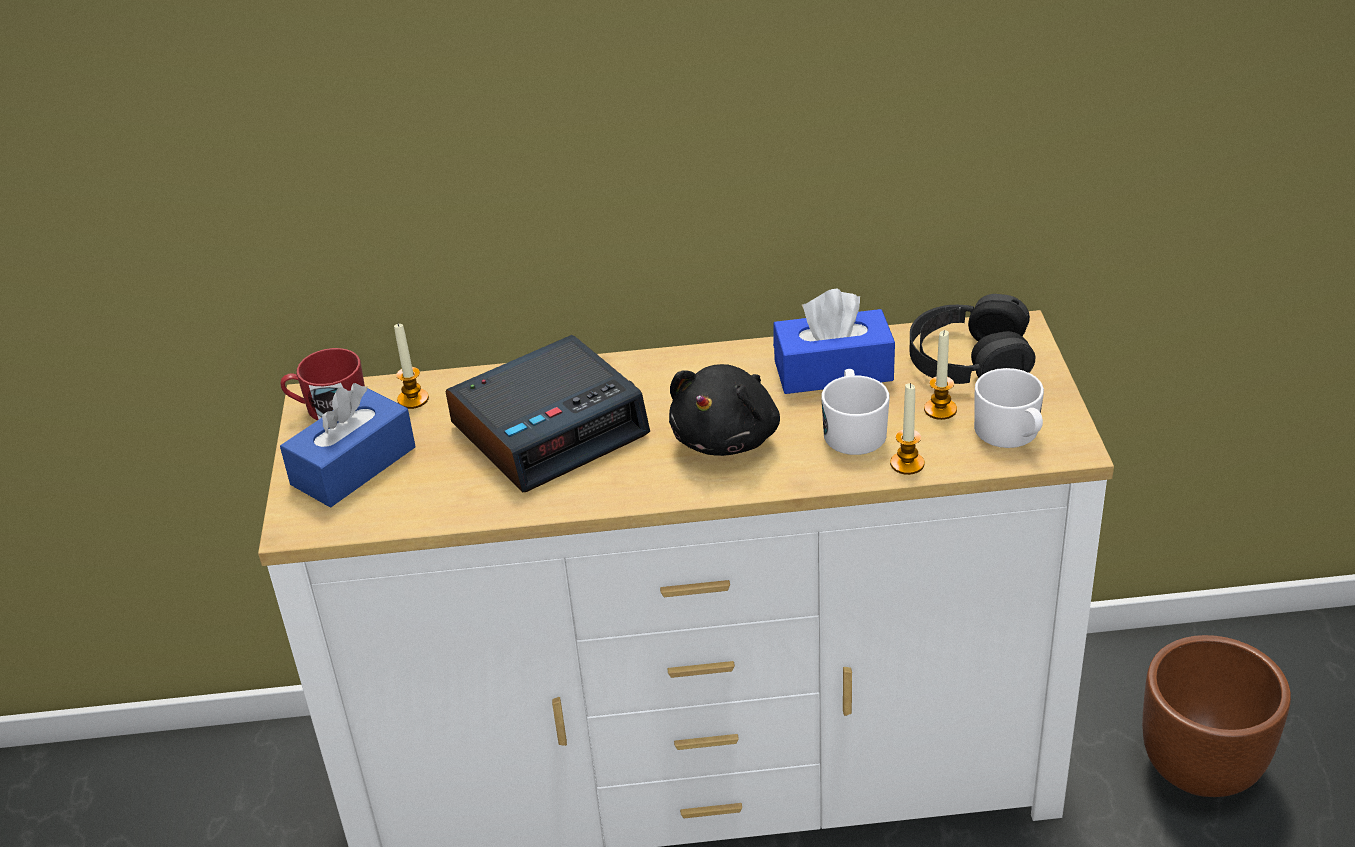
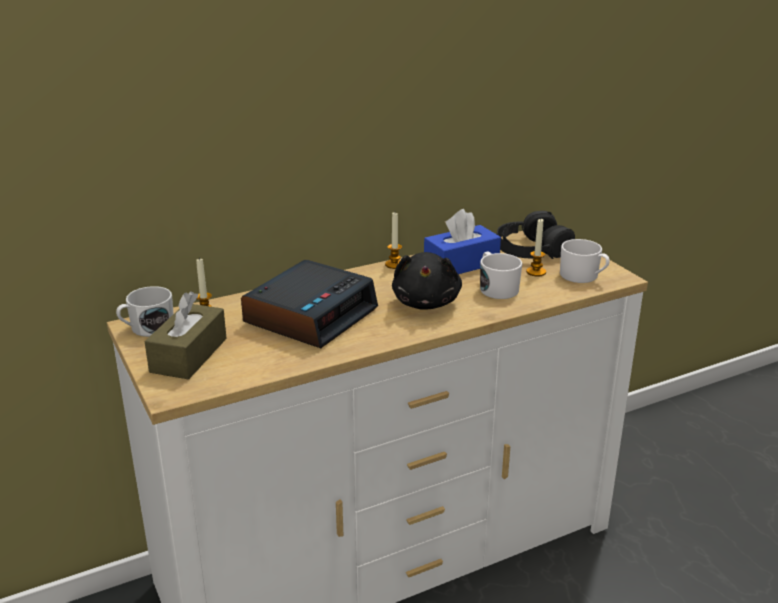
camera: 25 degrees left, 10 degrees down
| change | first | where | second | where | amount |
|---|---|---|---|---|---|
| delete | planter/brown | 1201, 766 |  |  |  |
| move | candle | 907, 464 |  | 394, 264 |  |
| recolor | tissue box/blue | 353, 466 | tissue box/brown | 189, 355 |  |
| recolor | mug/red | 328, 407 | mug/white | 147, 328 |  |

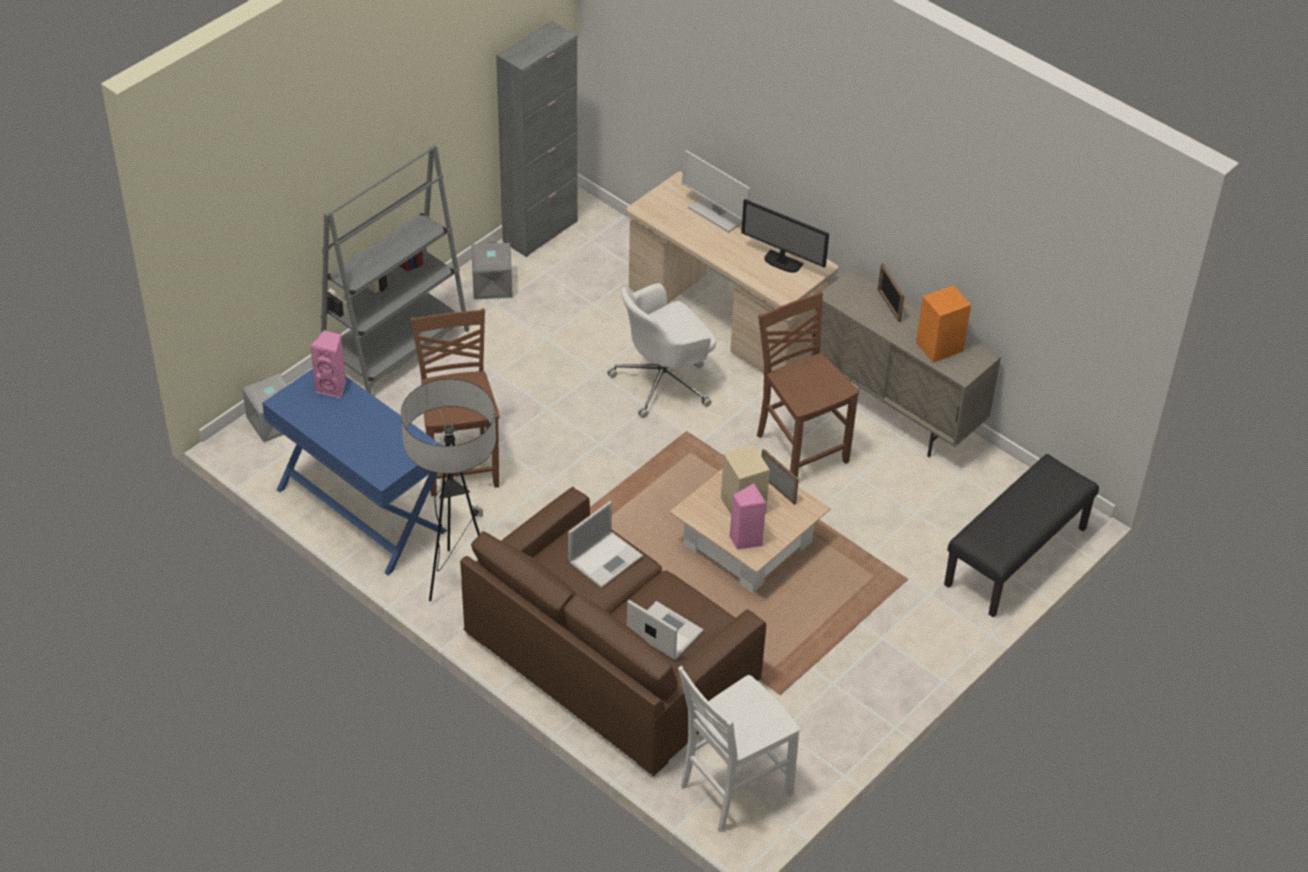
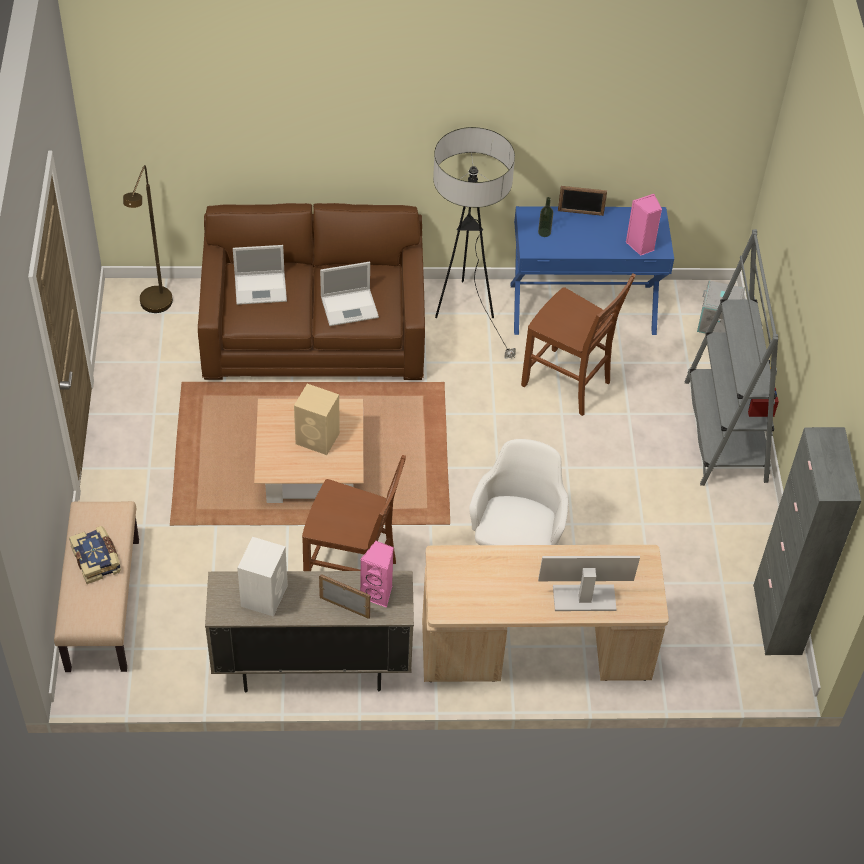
camera: 135 degrees right, 5 degrees up
| change | first | where | second | where | amount |
|---|---|---|---|---|---|
| delete | storage box/grey | 491, 285 |  |  |  |
| delete | monitor | 782, 262 |  |  |  |
| insert |  |  | book | 97, 559 |  |
| insert |  |  | bottle | 544, 232 |  |
| move | speaker/pink | 745, 540 |  | 378, 593 |  |
| move | picture frame | 778, 489 |  | 580, 213 |  |
| replace | chair/white | 732, 789 | floor lamp/brown | 155, 308 |  |
| recolor | speaker/orange | 938, 347 | speaker/white | 264, 595 |  |
| recolor | bench/black | 1016, 558 | bench/beige | 102, 604 |  |
| rotate | laptop | 606, 558 |  | 350, 307 | 105 degrees counterclockwise |

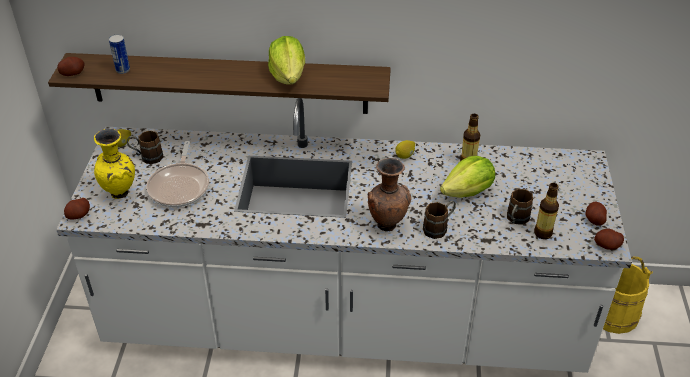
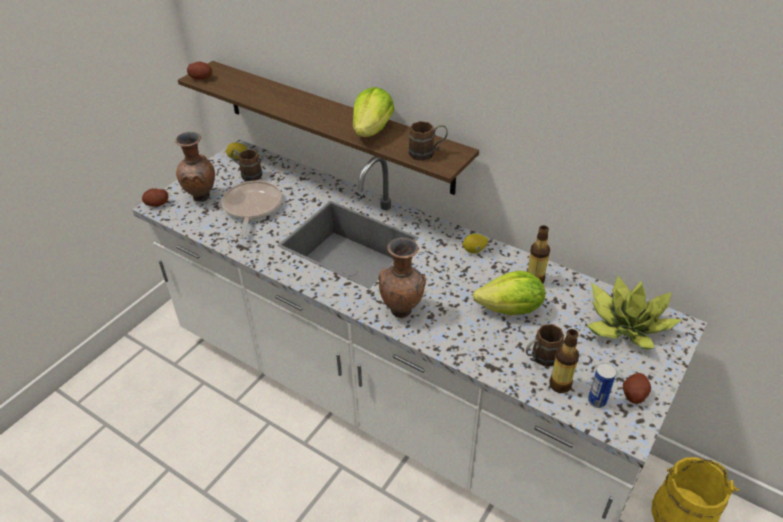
camera: 30 degrees right, 0 degrees up
| change | first | where | second | where | amount |
|---|---|---|---|---|---|
| delete | potato | 607, 245 |  |  |  |
| insert |  |  | potted plant | 624, 326 |  |
| move | can | 123, 70 |  | 597, 401 |  |
| move | mug/brown | 439, 227 |  | 427, 153 |  |
| recolor | vase/yellow | 121, 194 | vase/brown | 202, 198 |  |
| rotate | frying pan | 180, 186 |  | 252, 208 | 150 degrees clockwise |

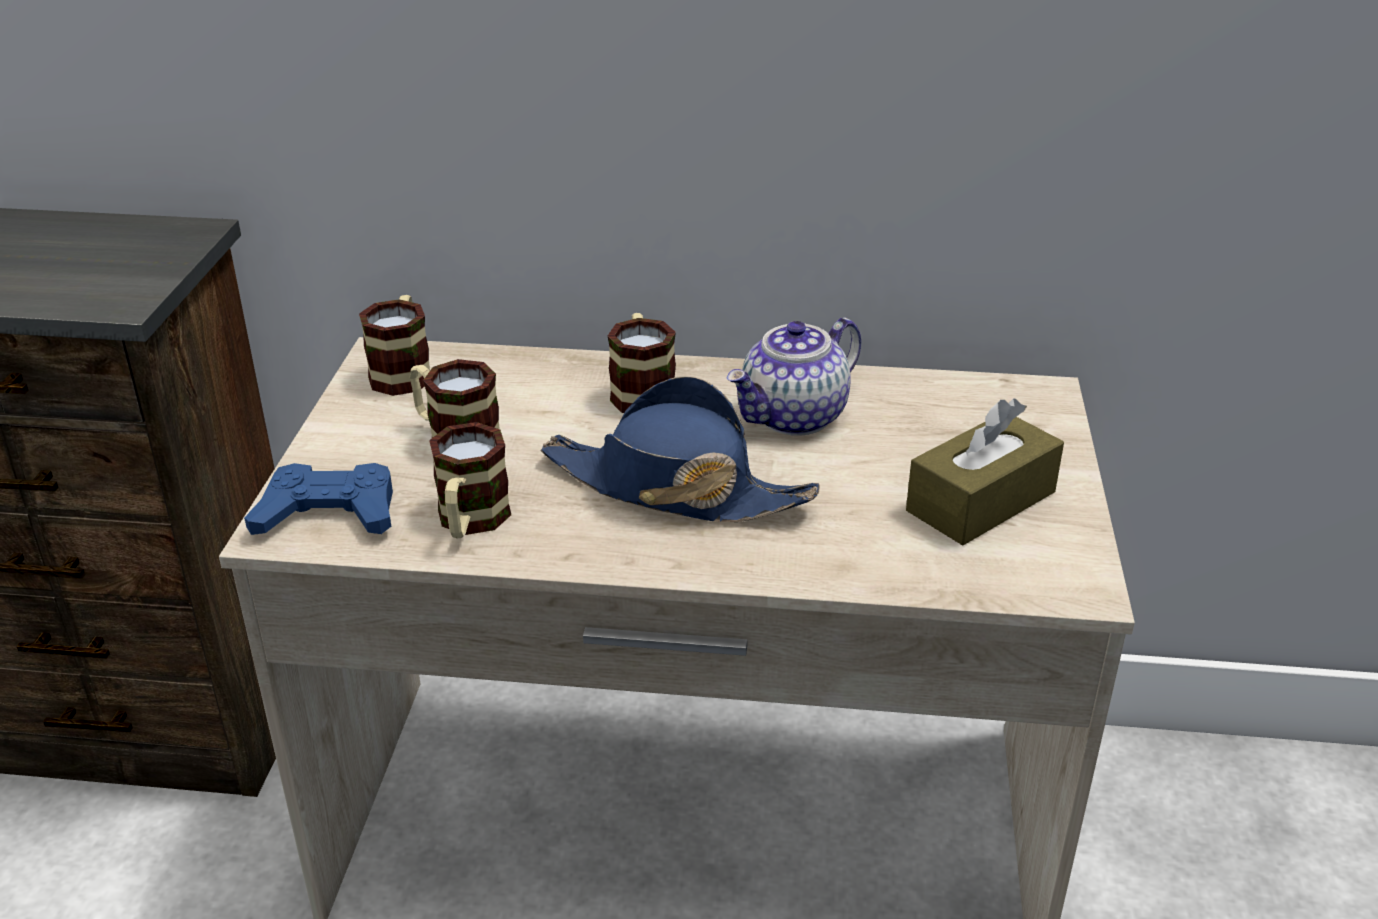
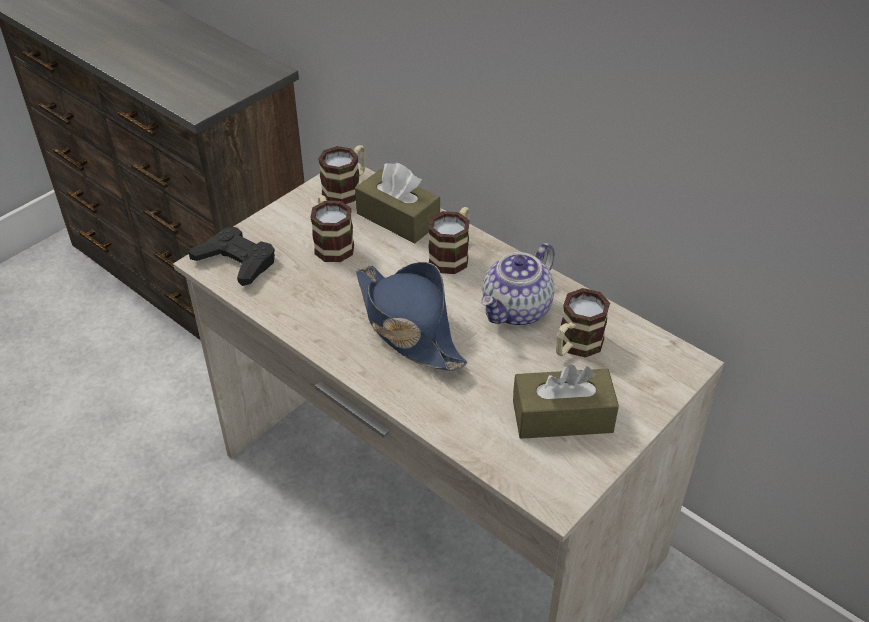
camera: 35 degrees right, 10 degrees up
| change | first | where | second | where | amount |
|---|---|---|---|---|---|
| insert |  |  | tissue box/brown | 398, 218 |  |
| move | mug | 470, 522 |  | 575, 346 |  |
| recolor | game controller/blue | 328, 513 | game controller/black | 236, 261 |  |
| rotate | teapot | 794, 417 |  | 517, 310 | 45 degrees counterclockwise |

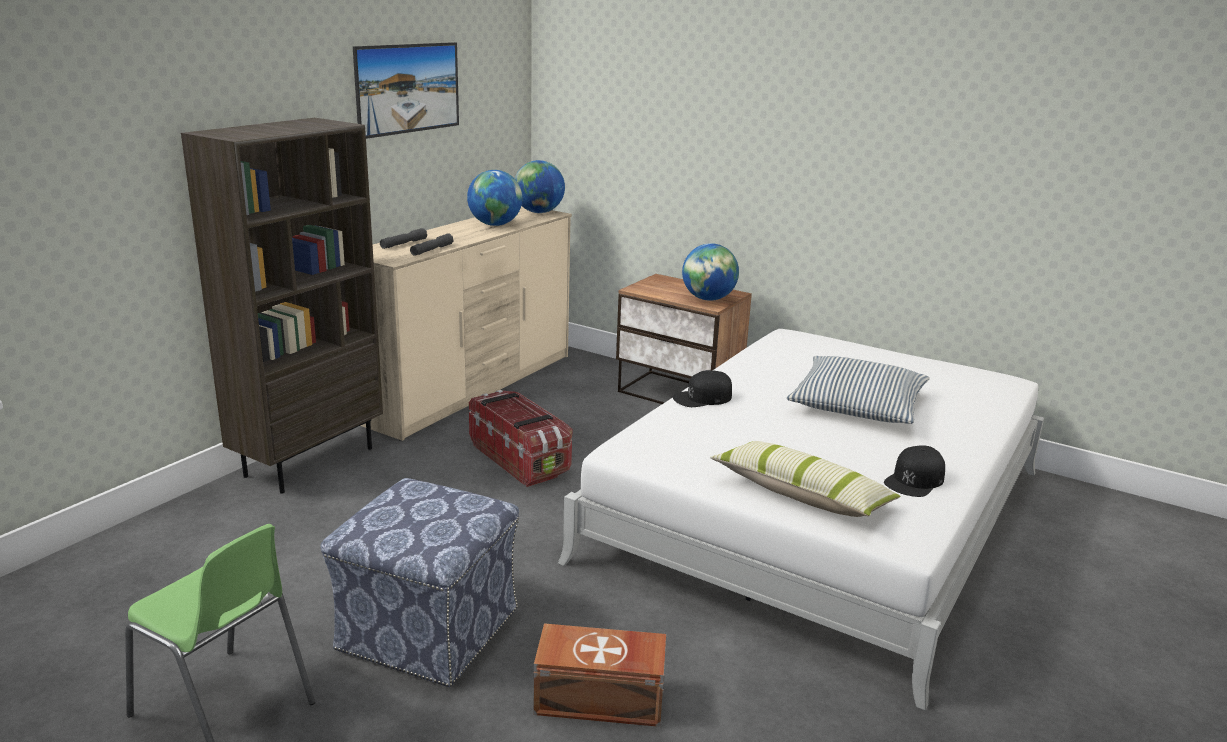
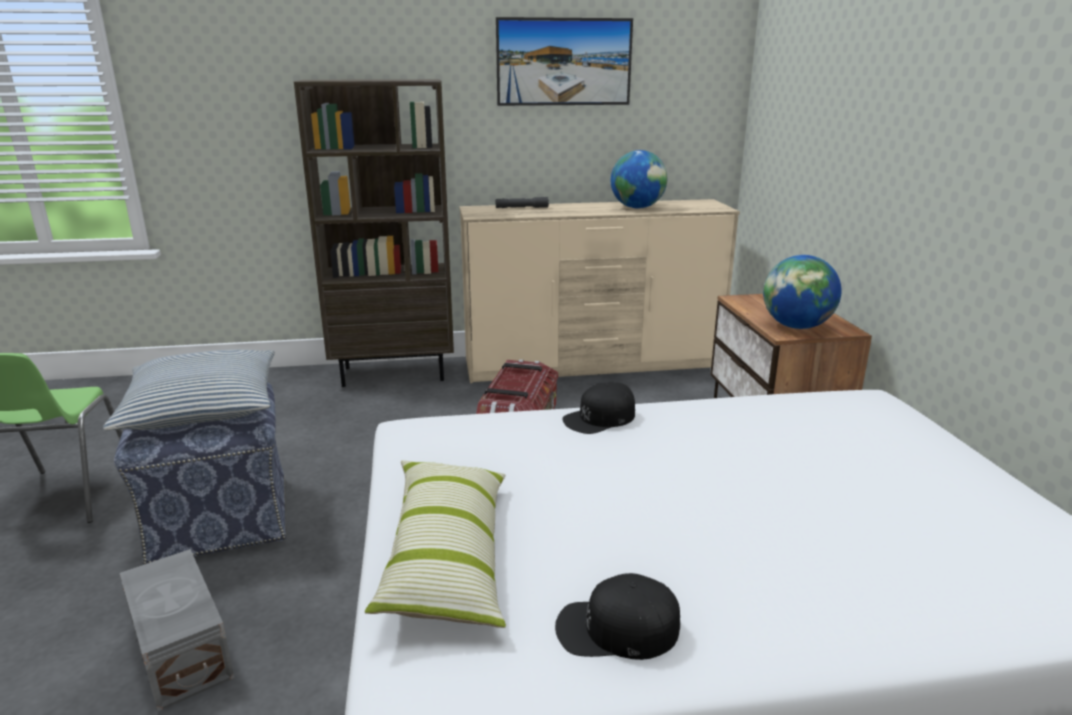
camera: 50 degrees right, 0 degrees up
| change | first | where | second | where | amount |
|---|---|---|---|---|---|
| delete | flashlight/grey | 432, 250 |  |  |  |
| delete | globe | 538, 212 |  |  |  |
| move | pillow | 857, 405 |  | 202, 407 |  |
| recolor | storage box/brown | 601, 700 | storage box/grey | 179, 652 |  |
| rotate | cap/black | 702, 397 |  | 600, 418 | 60 degrees counterclockwise |

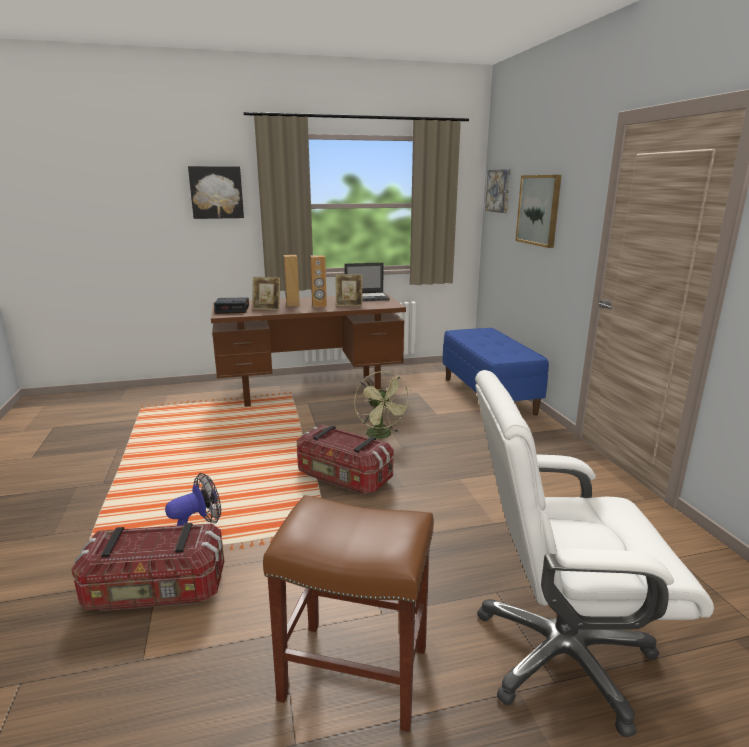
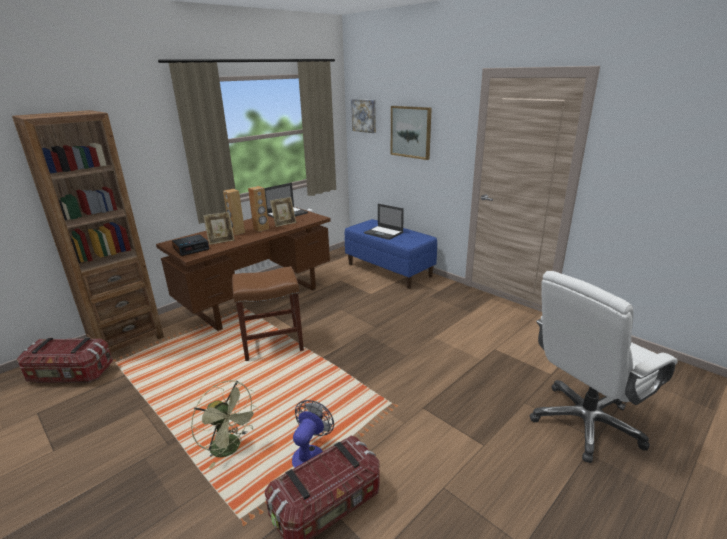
camera: 30 degrees left, 5 degrees up
| change | first | where | second | where | amount |
|---|---|---|---|---|---|
| delete | picture | 216, 192 |  |  |  |
| insert |  |  | bookcase/brown | 126, 339 |  |
| insert |  |  | laptop | 384, 233 |  |
| move | stool/brown | 353, 673 |  | 271, 344 |  |
| move | storage box | 343, 478 |  | 70, 375 |  |
| move | fan/green | 382, 436 |  | 230, 448 |  |

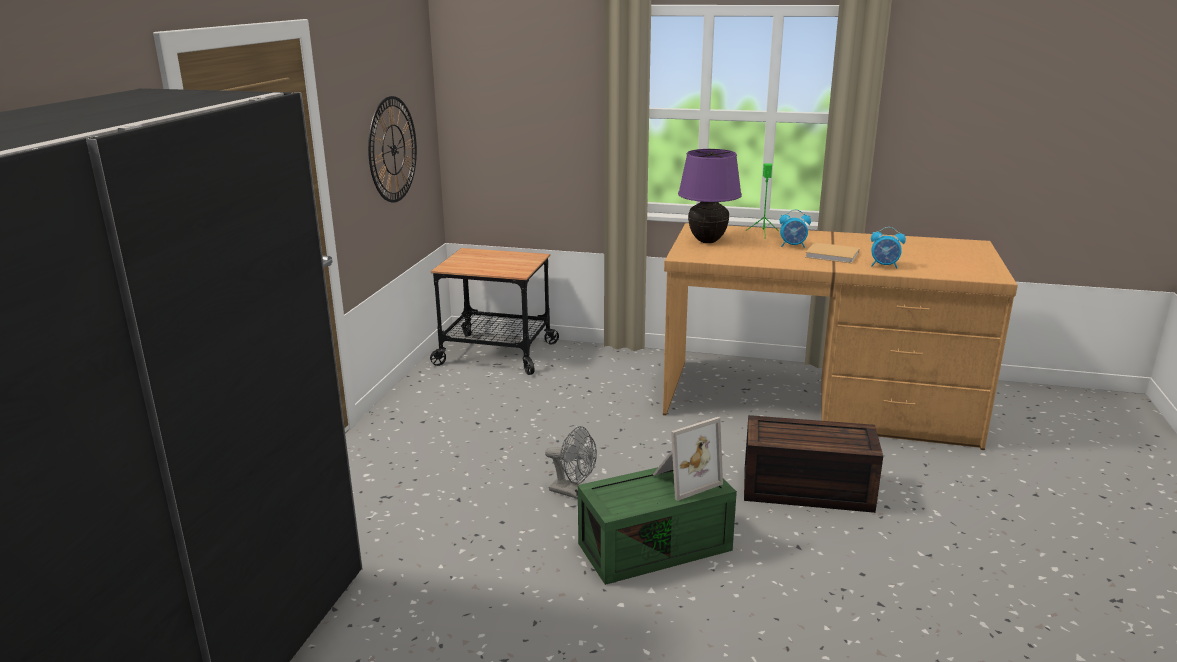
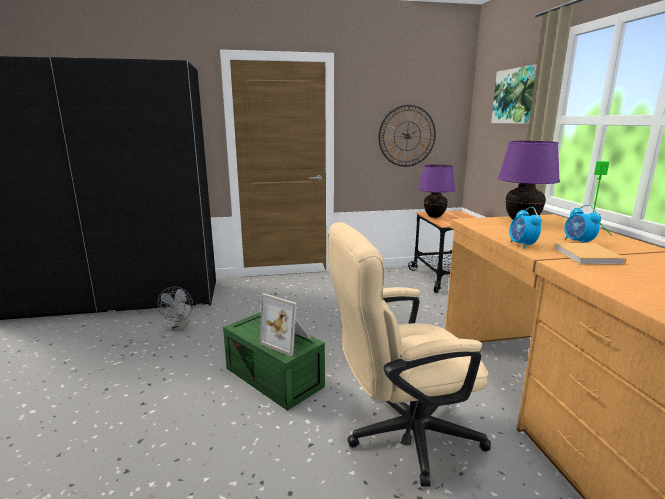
camera: 65 degrees right, 5 degrees down
| change | first | where | second | where | amount |
|---|---|---|---|---|---|
| insert |  |  | table lamp/purple | 434, 216 |  |
| insert |  |  | picture | 514, 96 |  |
| move | fan/grey | 573, 492 |  | 180, 327 |  |
| move | alarm clock | 884, 266 |  | 522, 245 |  |
| replace | storage box/brown | 805, 490 | office chair/beige | 401, 434 |  |

